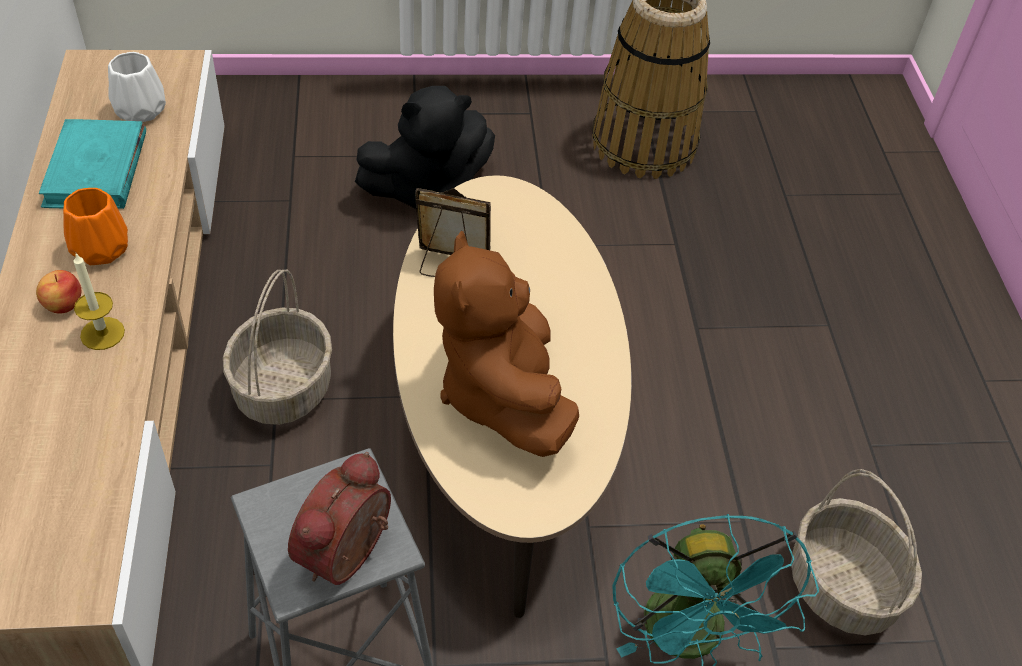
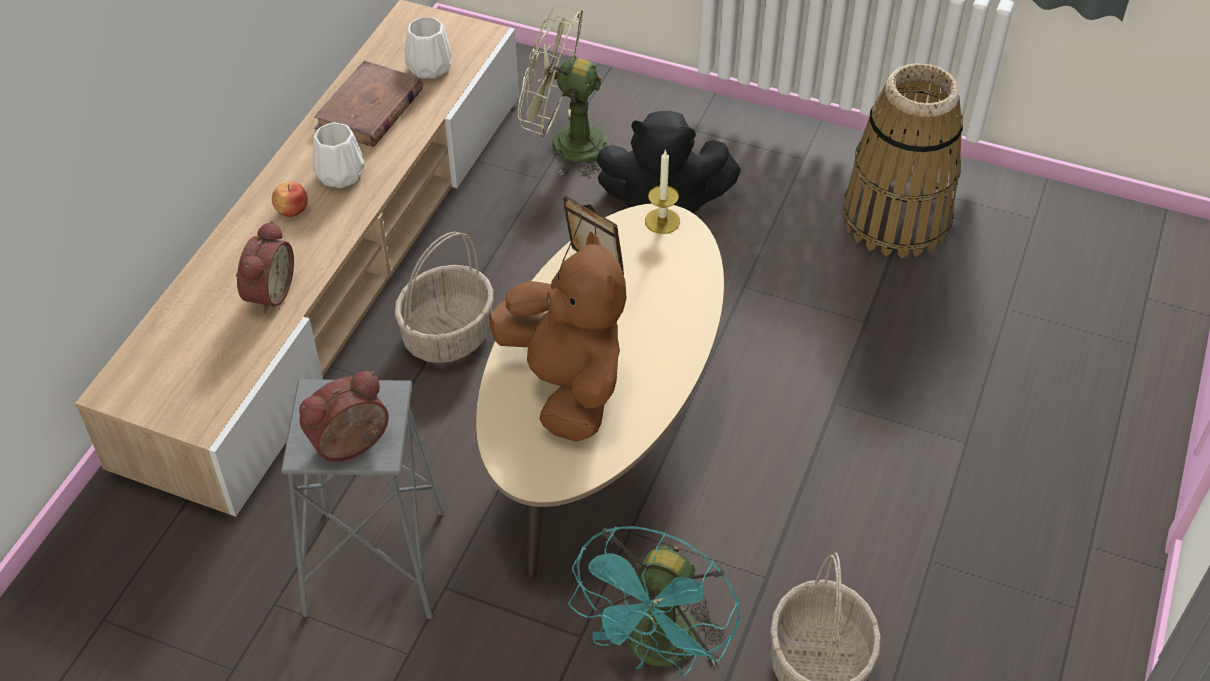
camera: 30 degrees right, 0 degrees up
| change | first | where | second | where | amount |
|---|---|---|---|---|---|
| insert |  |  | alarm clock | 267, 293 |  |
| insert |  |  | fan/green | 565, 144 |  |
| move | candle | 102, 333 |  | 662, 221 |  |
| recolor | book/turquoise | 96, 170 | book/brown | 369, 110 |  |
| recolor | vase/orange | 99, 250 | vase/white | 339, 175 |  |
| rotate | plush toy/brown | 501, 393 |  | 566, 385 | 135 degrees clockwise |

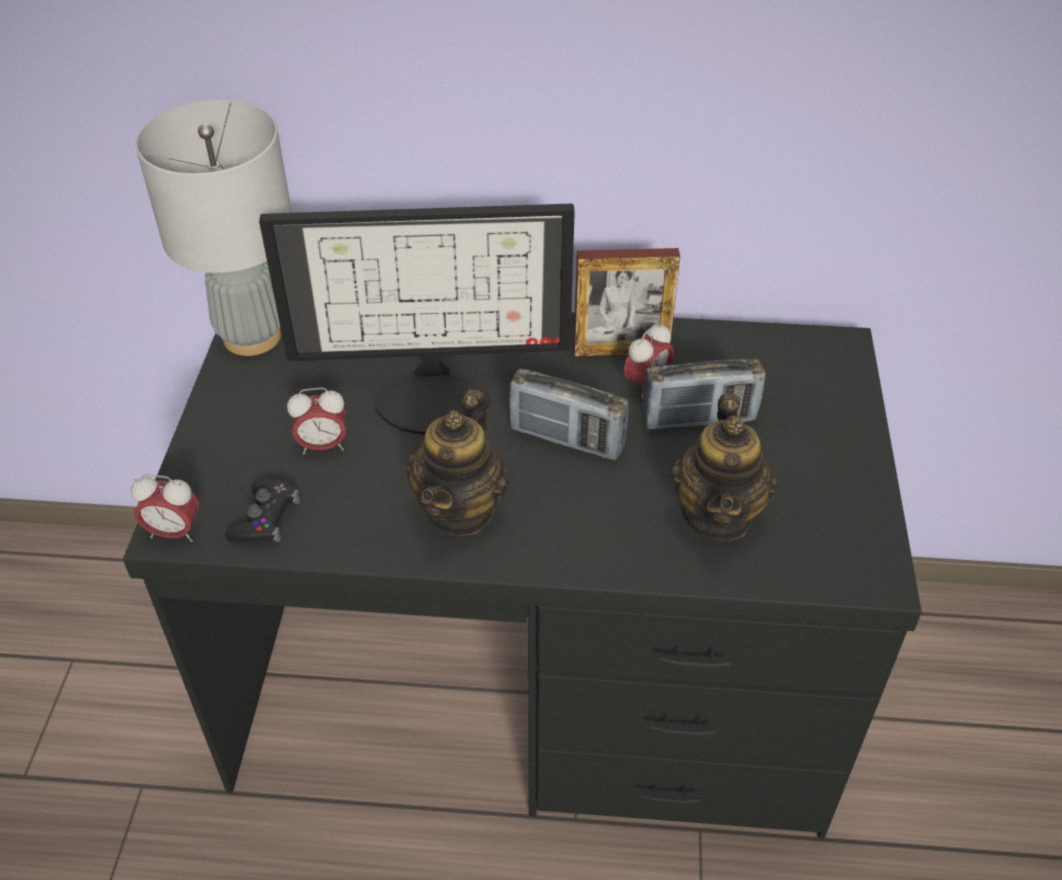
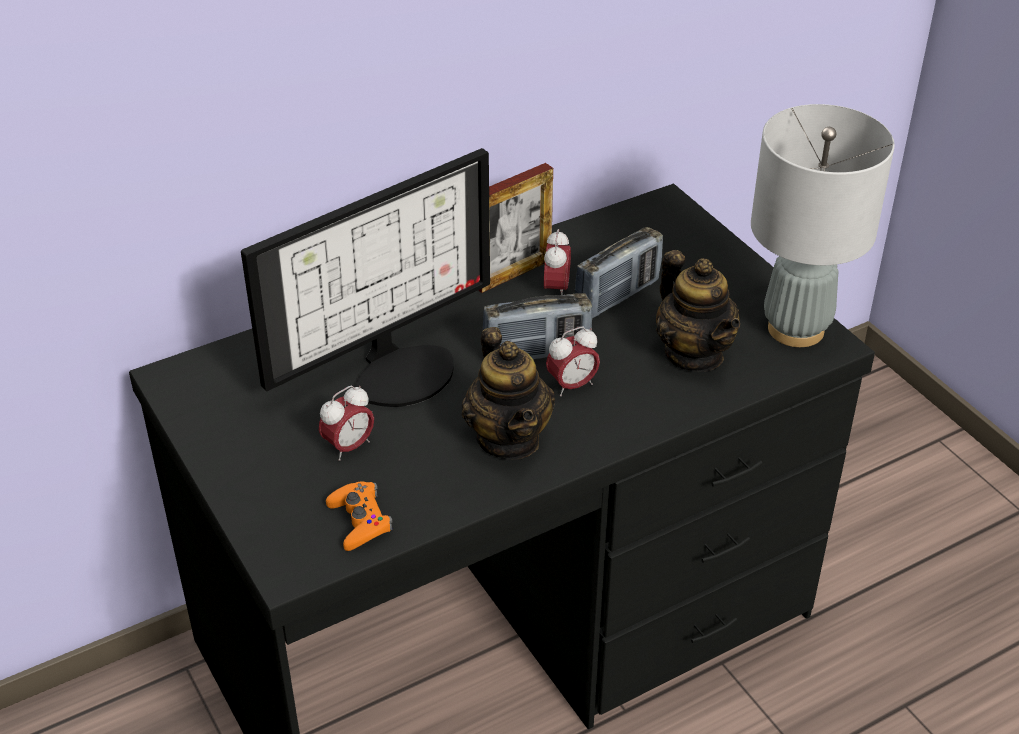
camera: 35 degrees left, 5 degrees down
| change | first | where | second | where | amount |
|---|---|---|---|---|---|
| move | alarm clock | 174, 532 |  | 572, 385 |  |
| move | table lamp/grey | 252, 337 |  | 796, 329 |  |
| recolor | game controller/black | 265, 518 | game controller/orange | 360, 520 |  |

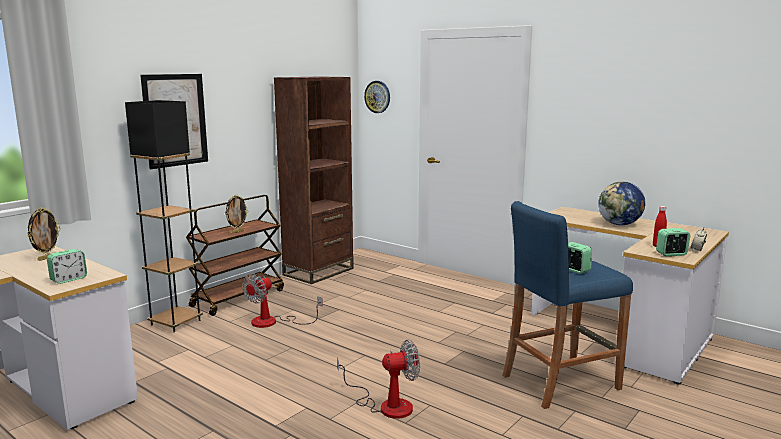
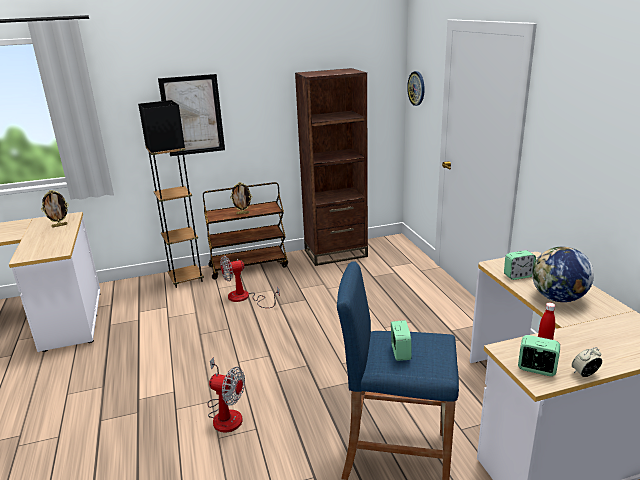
camera: 35 degrees right, 10 degrees up
| change | first | where | second | where | amount |
|---|---|---|---|---|---|
| move | alarm clock | 68, 279 |  | 518, 276 |  |

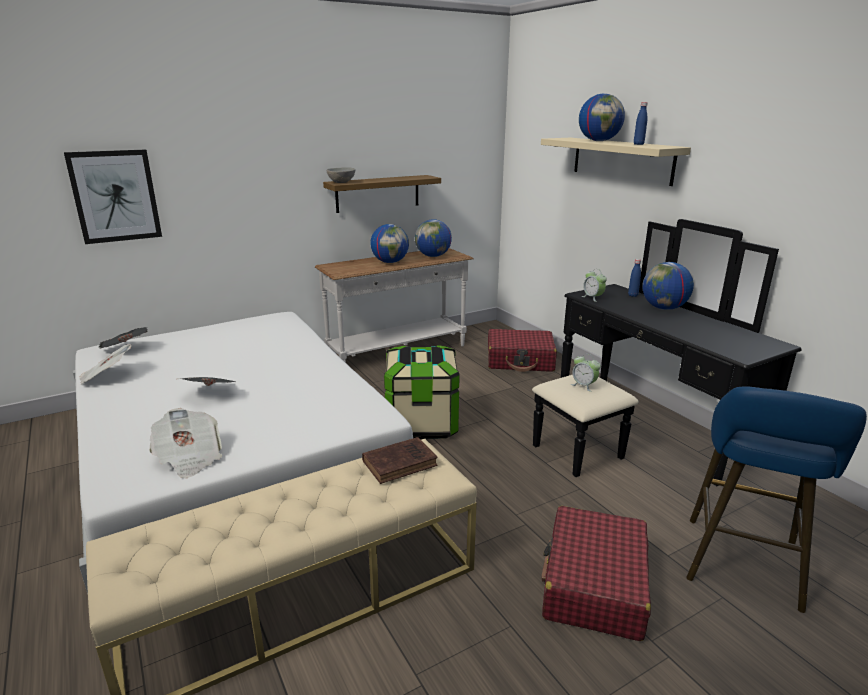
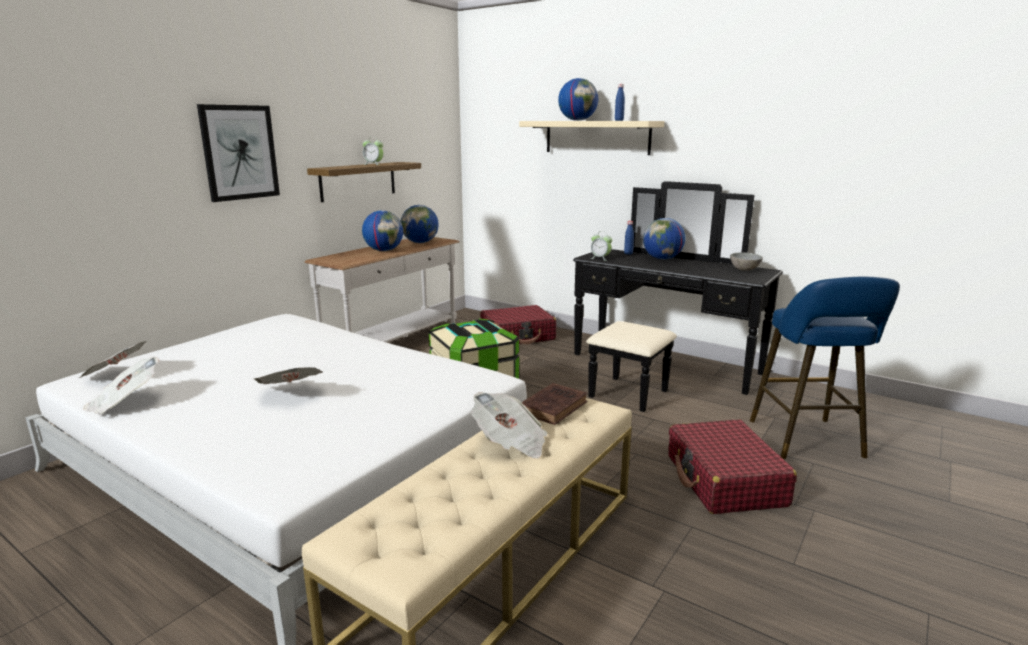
camera: 25 degrees left, 5 degrees down
| change | first | where | second | where | amount |
|---|---|---|---|---|---|
| move | picture | 115, 196 |  | 239, 152 |  |
| move | newspaper | 189, 458 |  | 510, 443 |  |
| move | bowl/grey | 342, 182 |  | 745, 270 |  |
| move | alarm clock | 584, 386 |  | 373, 164 |  |

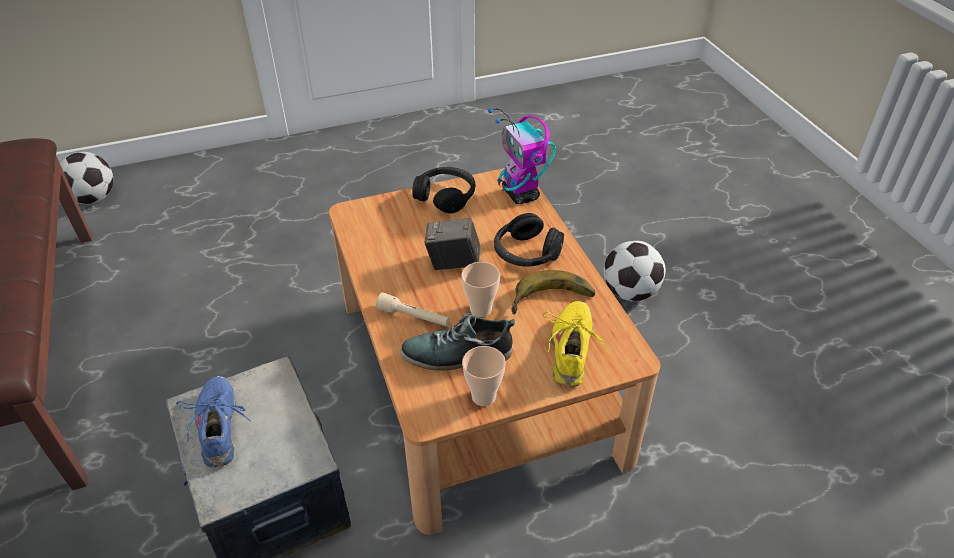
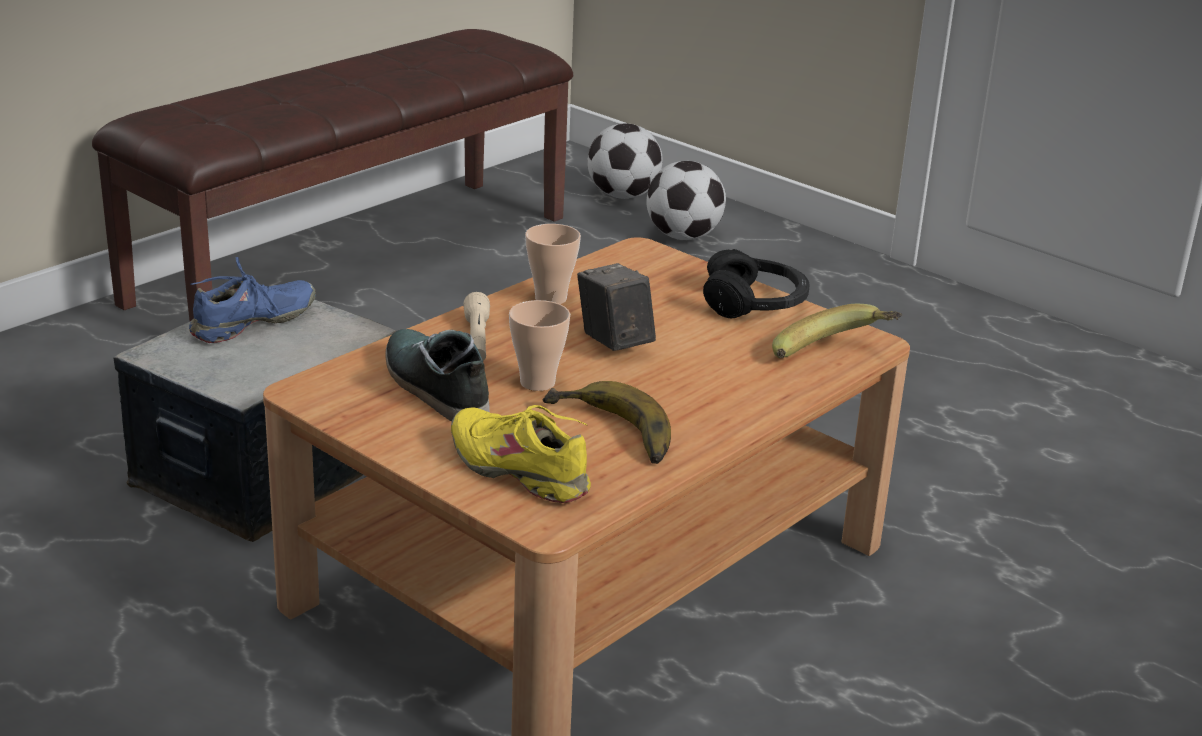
camera: 60 degrees right, 15 degrees down
| change | first | where | second | where | amount |
|---|---|---|---|---|---|
| delete | headphones/black | 526, 253 |  |  |  |
| move | cup | 483, 397 |  | 550, 299 |  |
| move | football | 629, 292 |  | 683, 237 |  |
| replace | toy robot | 521, 194 | banana | 834, 358 |  |
| rotate | shoe/yellow | 572, 350 |  | 519, 469 | 120 degrees counterclockwise |

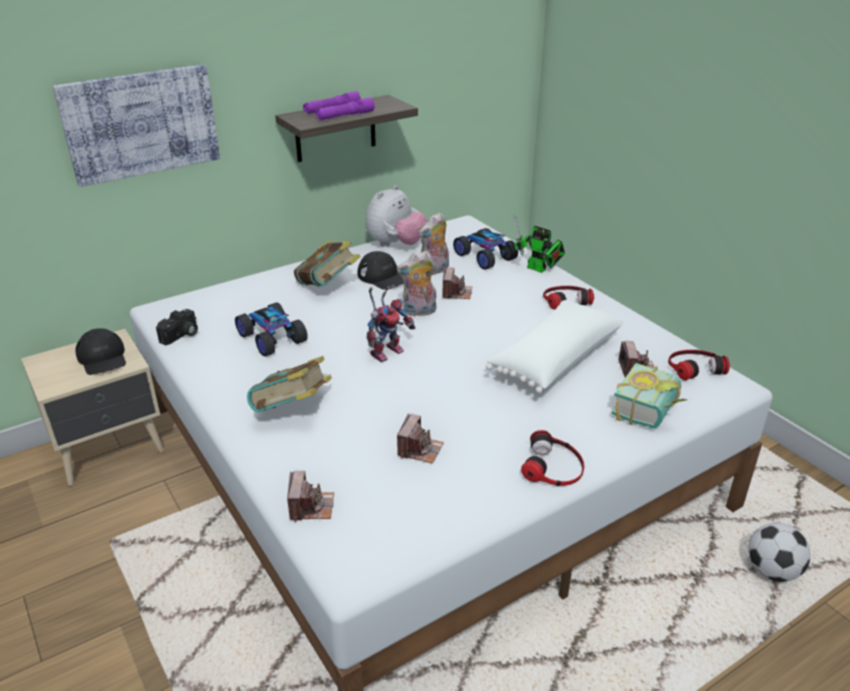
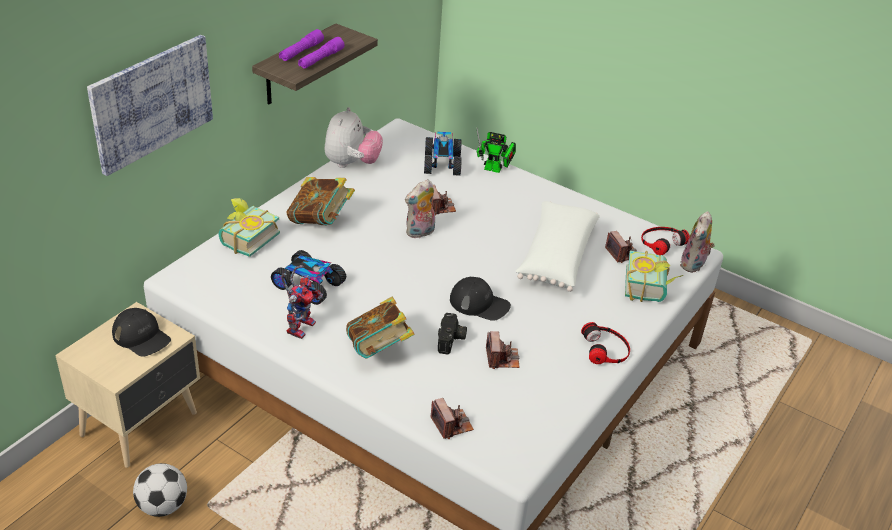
camera: 25 degrees left, 5 degrees up
| change | first | where | second | where | amount |
|---|---|---|---|---|---|
| delete | headphones | 565, 299 |  |  |  |
| insert |  |  | book | 245, 238 |  |
| move | photo camera | 181, 336 |  | 451, 340 |  |
| move | cap/black | 383, 277 |  | 479, 304 |  |
| move | toy robot | 387, 351 |  | 300, 325 |  |
| move | plush toy | 435, 270 |  | 694, 265 |  |
| move | football | 771, 571 |  | 162, 506 |  |
| rotate | toy car | 485, 256 |  | 441, 163 | 120 degrees counterclockwise |

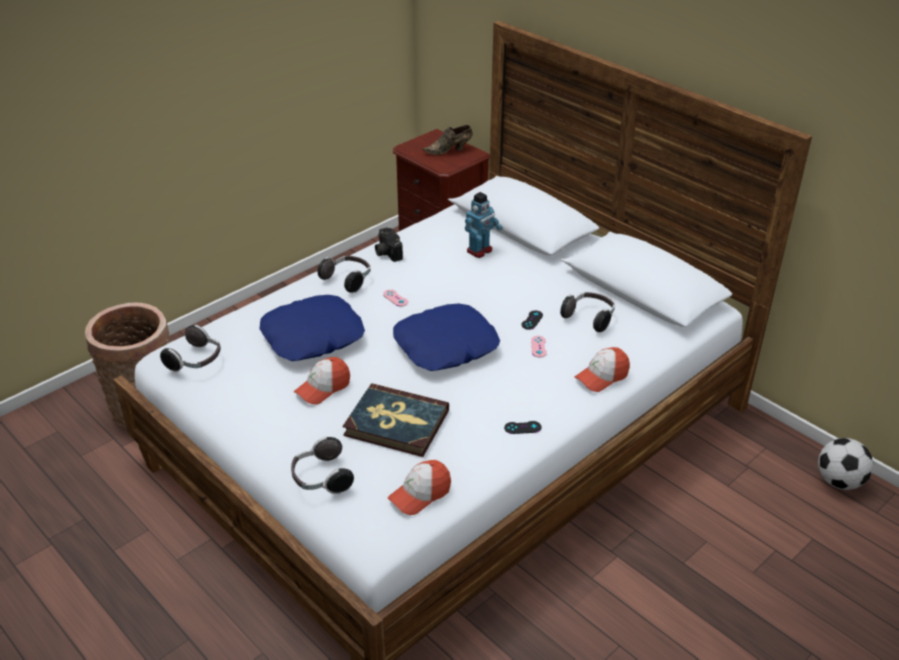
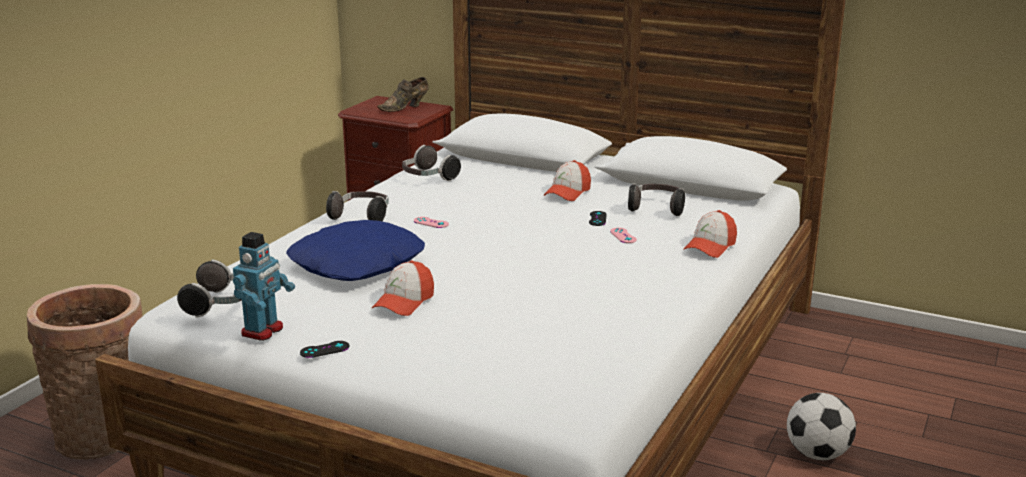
camera: 20 degrees left, 15 degrees down
| change | first | where | second | where | amount |
|---|---|---|---|---|---|
| delete | book | 396, 423 |  |  |  |
| delete | photo camera | 386, 252 |  |  |  |
| delete | pillow/blue | 446, 346 |  |  |  |
| move | headphones | 321, 478 |  | 428, 177 |  |
| move | cap | 420, 494 |  | 567, 193 |  |
| move | toy robot | 480, 251 |  | 263, 331 |  |
| move | game controller/black | 522, 427 |  | 324, 349 |  |
| move | football | 839, 481 |  | 817, 454 |  |

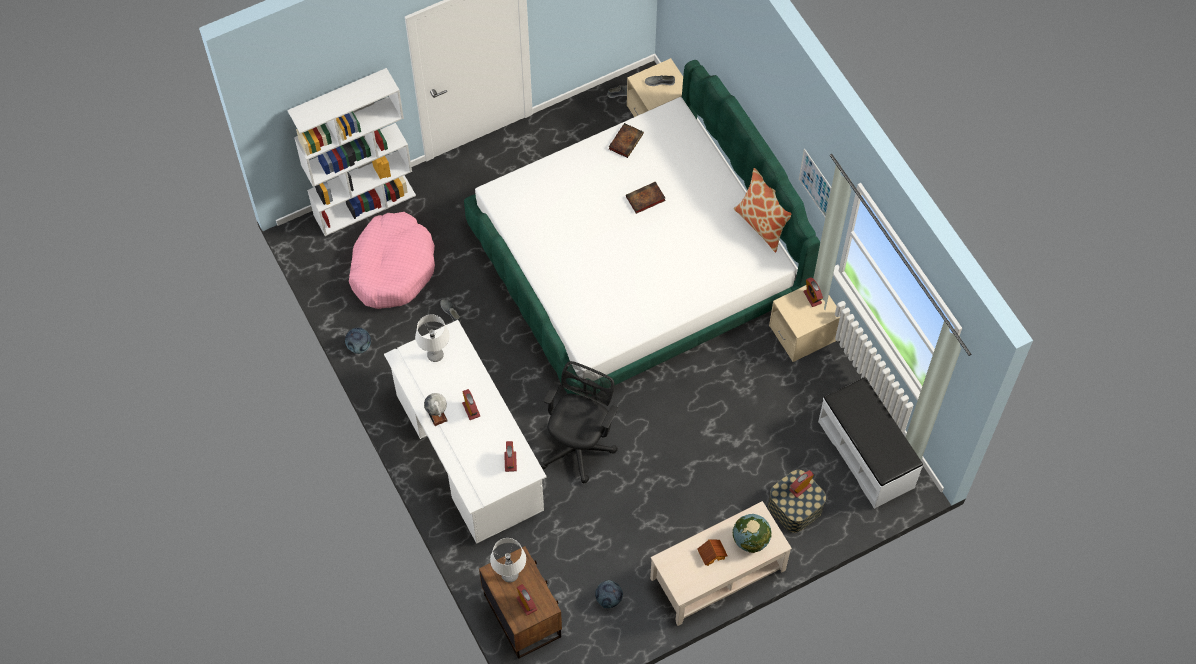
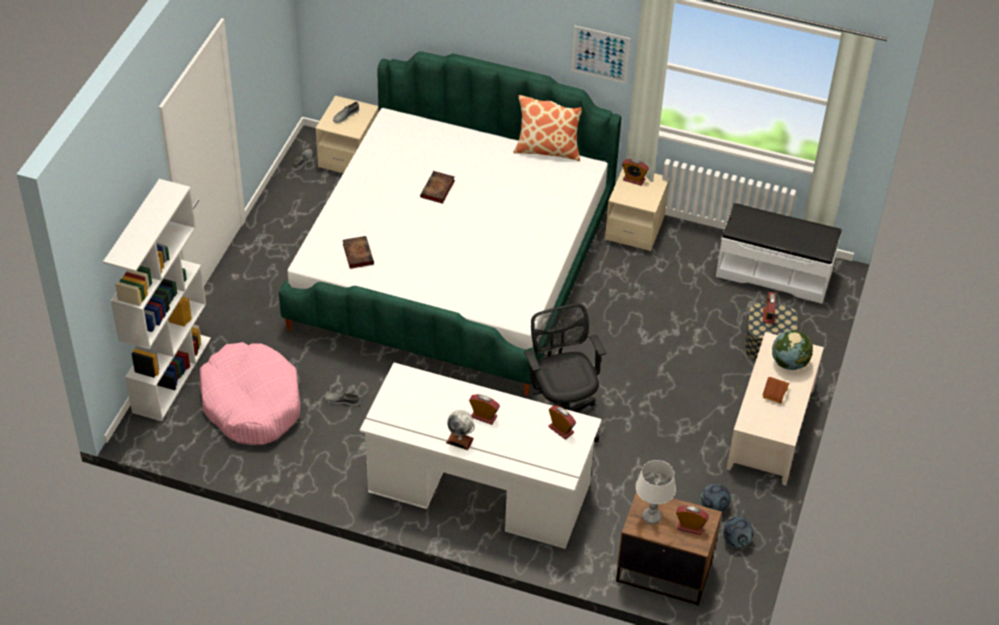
camera: 45 degrees left, 15 degrees down
| change | first | where | second | where | amount |
|---|---|---|---|---|---|
| delete | table lamp/white | 435, 355 |  |  |  |
| move | football | 359, 346 |  | 736, 541 |  |
| move | book | 626, 141 |  | 357, 253 |  |

